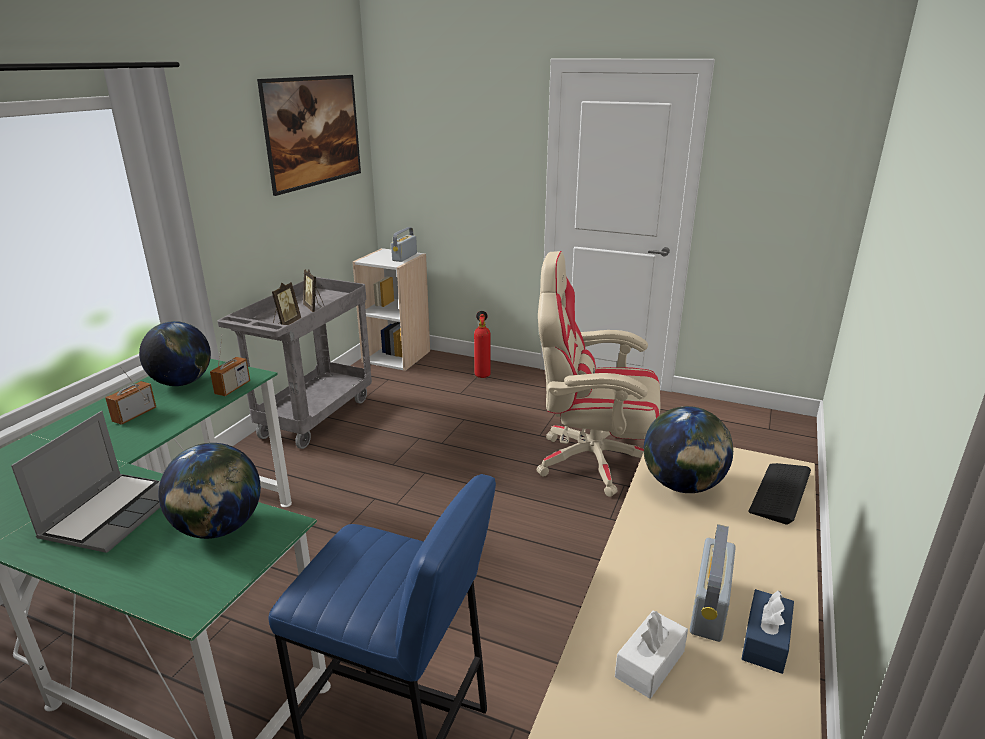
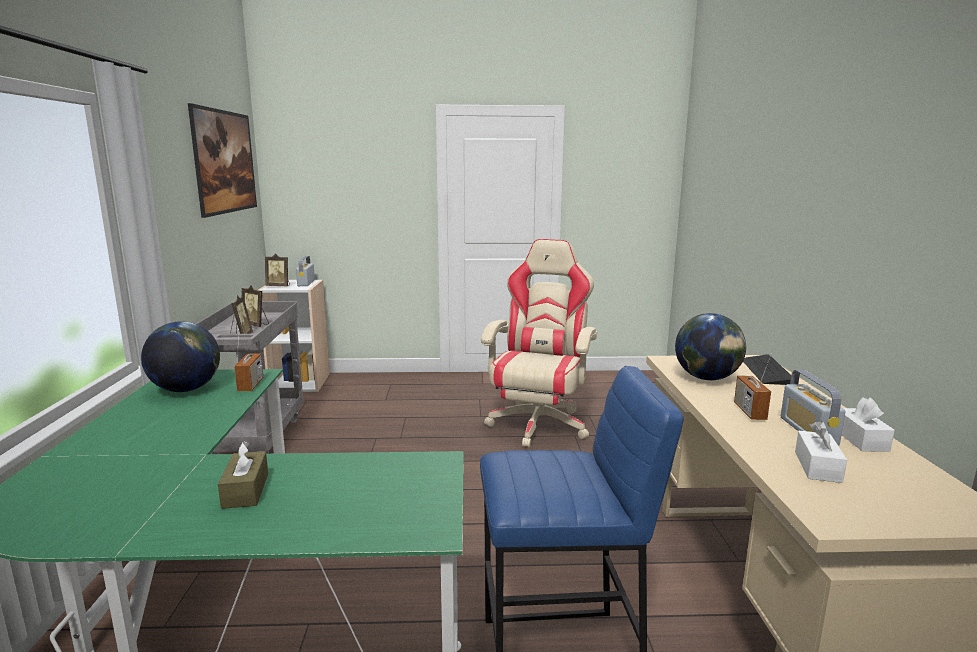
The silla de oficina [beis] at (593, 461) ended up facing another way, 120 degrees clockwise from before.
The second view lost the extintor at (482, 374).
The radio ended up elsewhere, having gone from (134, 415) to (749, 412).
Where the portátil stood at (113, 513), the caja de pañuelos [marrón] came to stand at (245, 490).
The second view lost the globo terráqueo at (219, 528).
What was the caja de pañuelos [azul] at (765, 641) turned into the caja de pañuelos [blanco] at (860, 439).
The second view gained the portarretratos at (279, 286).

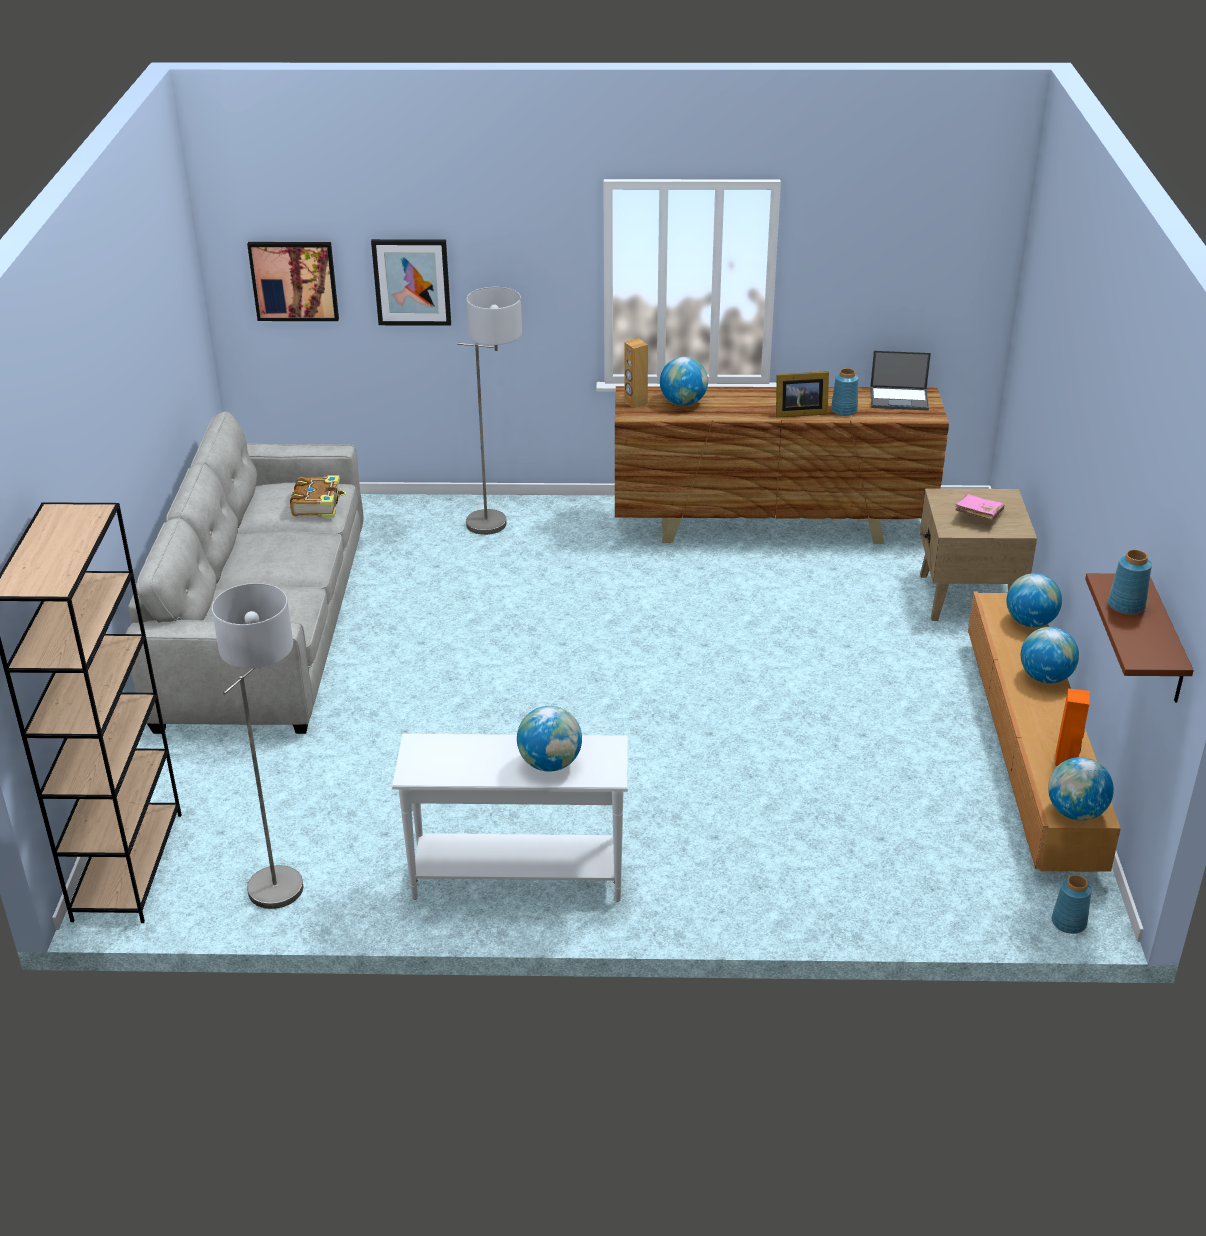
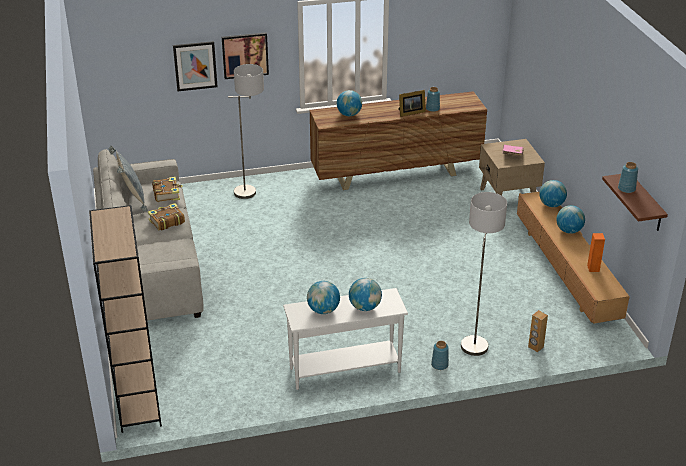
The cuadro ended up elsewhere, having gone from (294, 280) to (245, 55).
The altavoz [marrón] ended up elsewhere, having gone from (635, 402) to (535, 347).
The second view lost the portátil at (899, 399).
The lámpara de pie [gris] ended up elsewhere, having gone from (286, 879) to (475, 341).
The globo terráqueo ended up elsewhere, having gone from (1075, 813) to (323, 310).
The florero [azul] ended up elsewhere, having gone from (1068, 922) to (439, 365).
The second view gained the cojín at (131, 202).
The second view gained the libro at (166, 221).

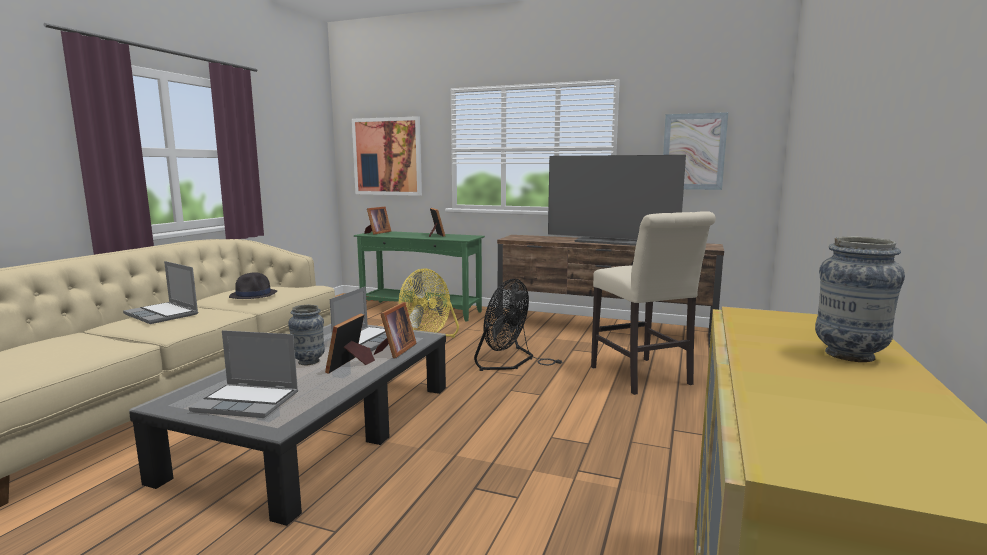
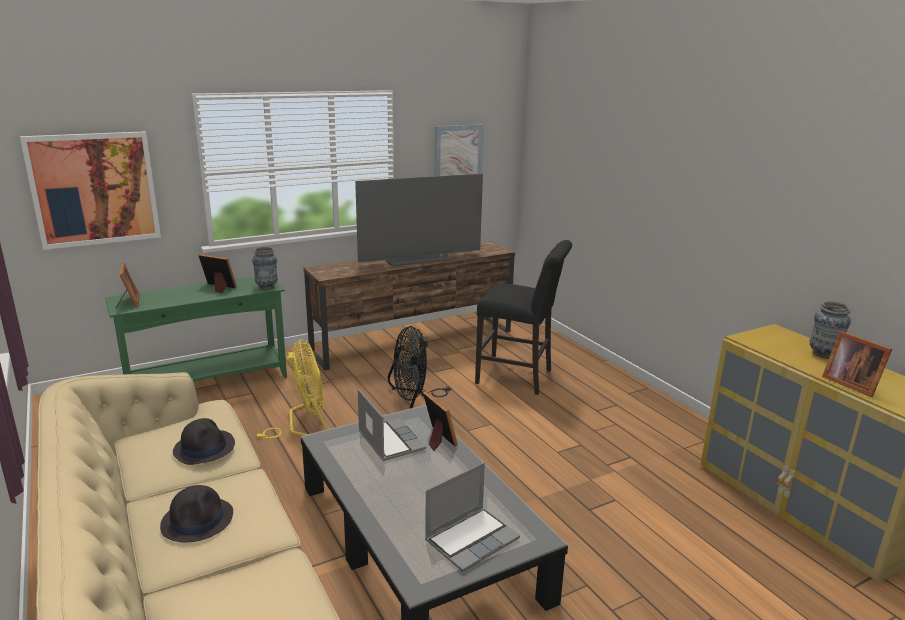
What was the taburete [beis] at (643, 378) turned into the taburete [negro] at (518, 378).
Where the portátil stood at (163, 314), the sombrero [negro] came to stand at (198, 520).
The florero ended up elsewhere, having gone from (309, 362) to (267, 287).
The portarretratos ended up elsewhere, having gone from (351, 365) to (850, 383).

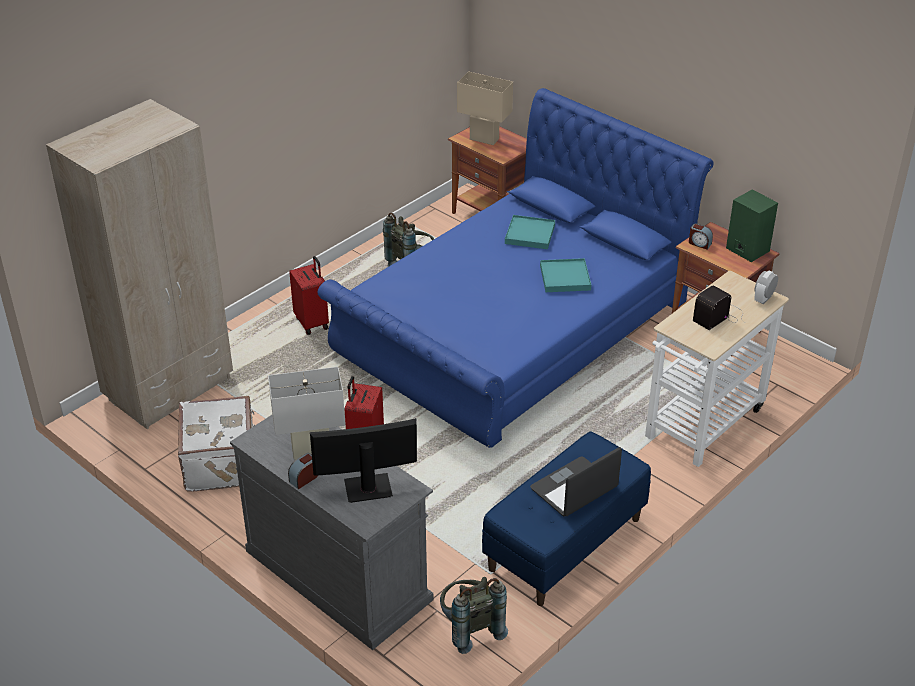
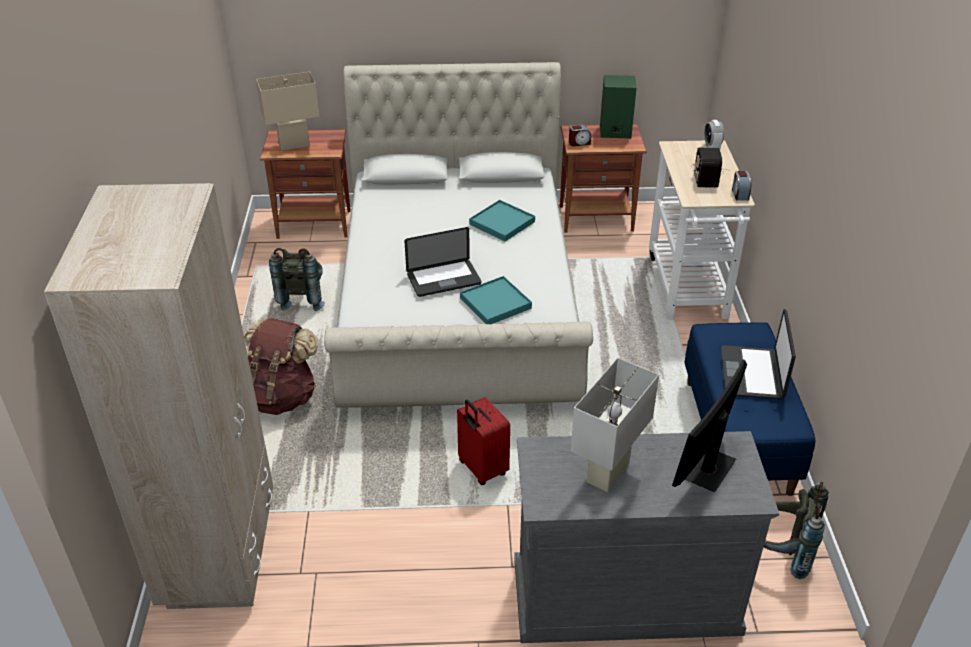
What was the cama [azul] at (513, 326) turned into the cama [beis] at (457, 298).
The bandeja [turquesa] ended up elsewhere, having gone from (530, 234) to (495, 303).
Where the maleta [rojo] stood at (312, 322), the mochila [marrón] came to stand at (280, 397).
The second view lost the maleta [blanco] at (222, 462).
The despertador ended up elsewhere, having gone from (304, 478) to (740, 194).
The second view gained the portátil at (444, 279).

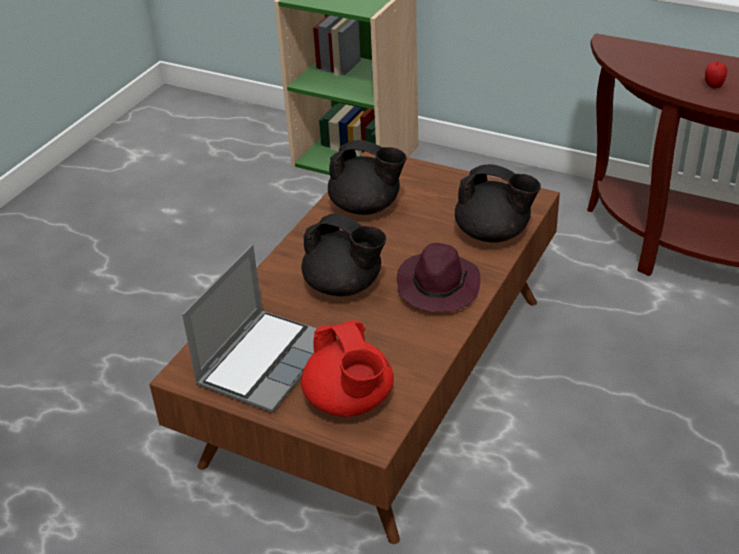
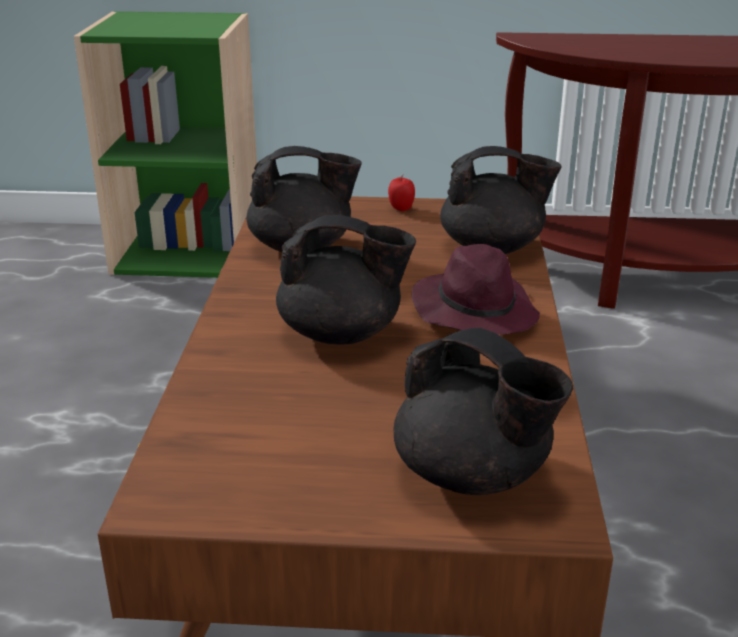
The manzana ended up elsewhere, having gone from (713, 86) to (401, 209).
The second view lost the portátil at (265, 361).
What was the tetera [rojo] at (349, 401) turned into the tetera [negro] at (473, 475).

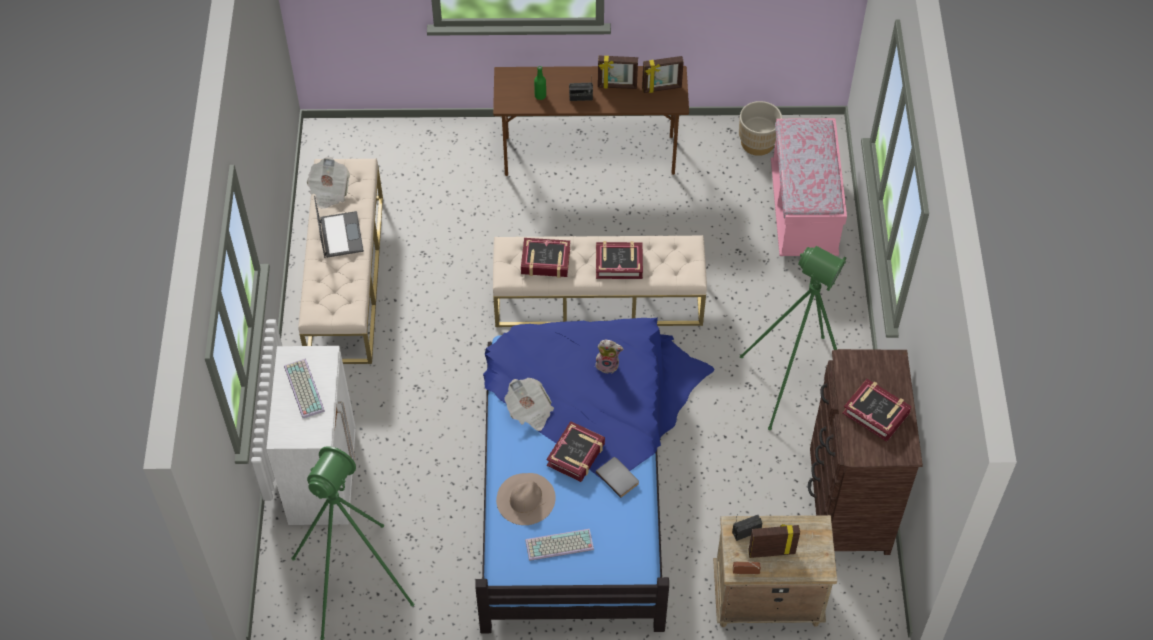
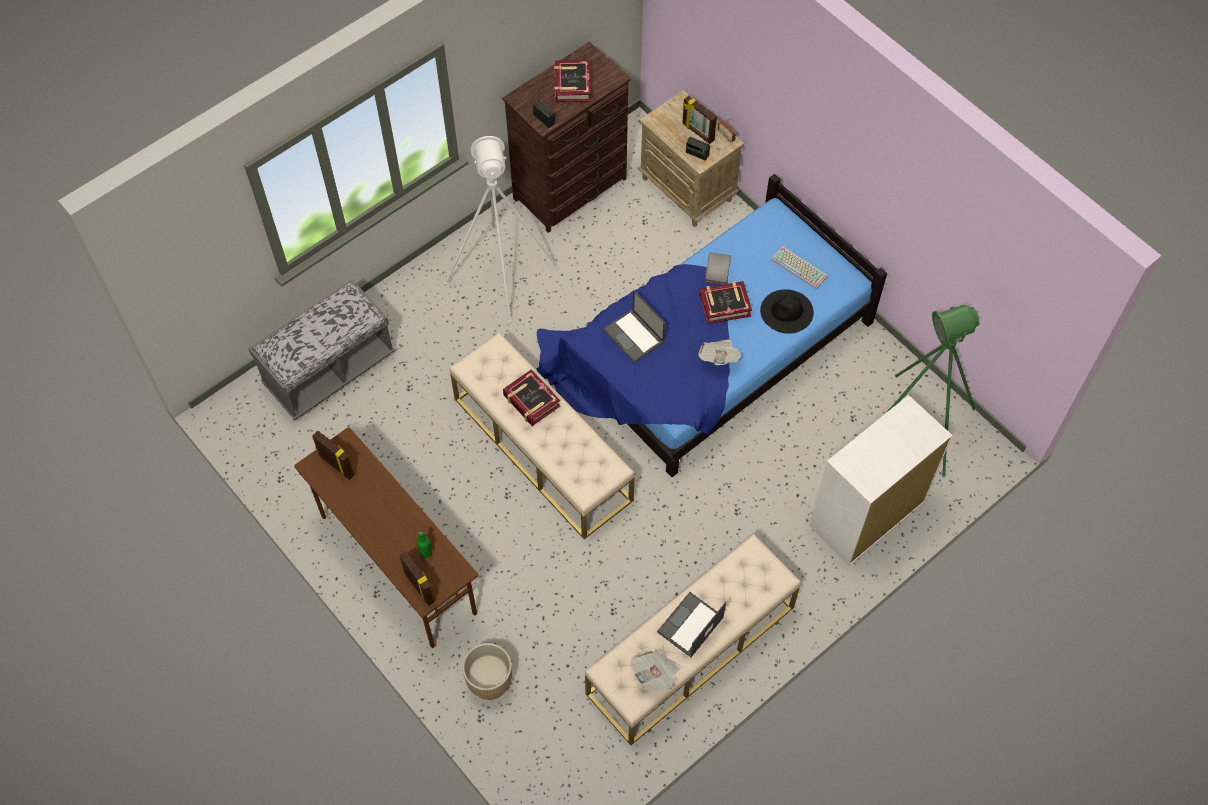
The portarretratos ended up elsewhere, having gone from (617, 86) to (420, 587).
The radio ended up elsewhere, having gone from (581, 97) to (544, 119).
The maceta [beis] ended up elsewhere, having gone from (757, 143) to (489, 681).
What was the banco [rosa] at (803, 211) turned into the banco [gris] at (329, 370).
The second view lost the libro at (545, 261).
What was the lámpara de pie [verde] at (797, 383) turned into the lámpara de pie [blanco] at (501, 274).
Where the peluche stood at (608, 365), the portátil came to stand at (634, 336).
The second view lost the teclado at (302, 388).
What was the sombrero [beis] at (525, 498) turned into the sombrero [negro] at (786, 311).

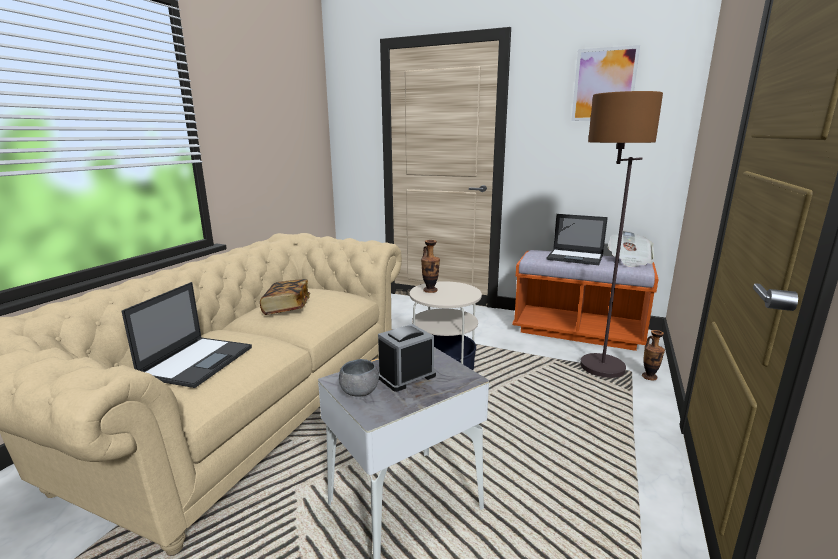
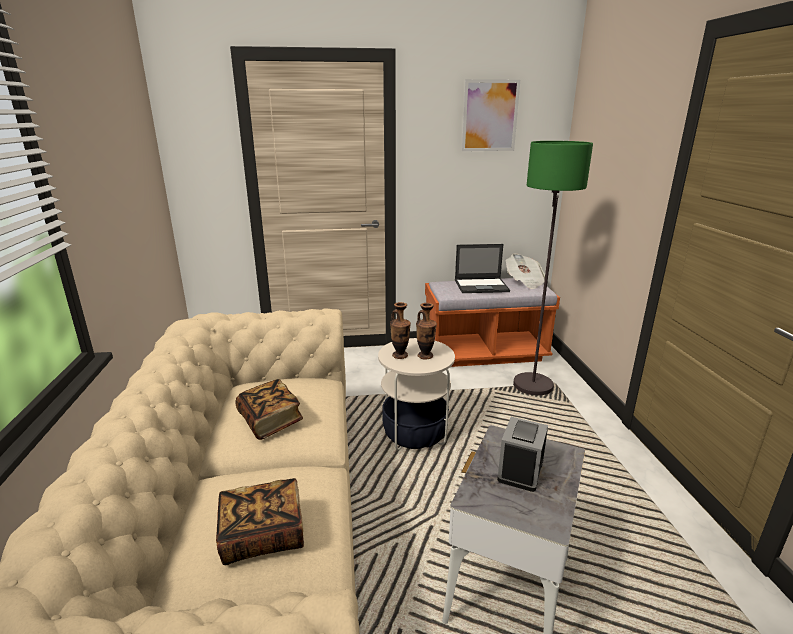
What was the lámpara de pie [marrón] at (595, 372) turned into the lámpara de pie [verde] at (531, 392).
Where the portátil stood at (198, 361), the libro came to stand at (263, 535).
The florero ended up elsewhere, having gone from (649, 377) to (425, 356).
The second view lost the cuenco [gris] at (359, 392).

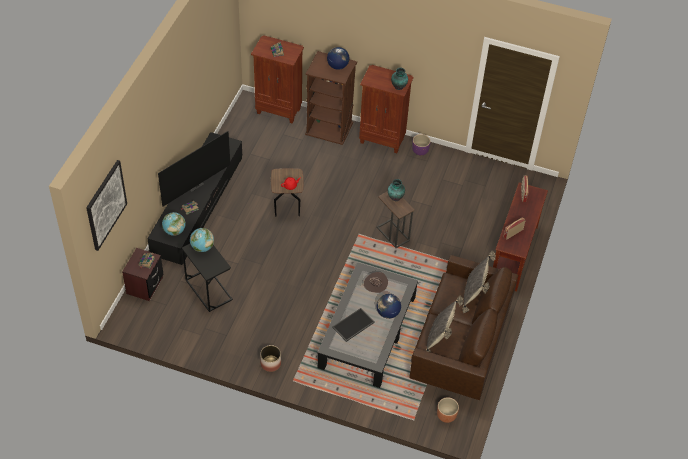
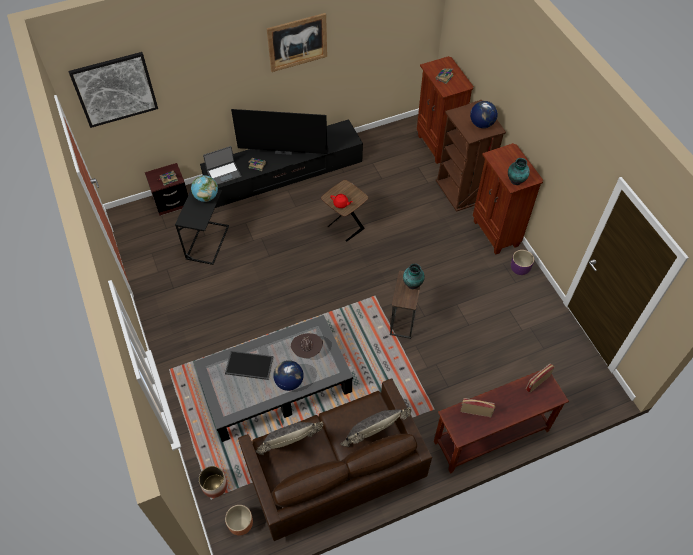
Where the globo terráqueo stood at (174, 231), the portátil came to stand at (224, 173).
The maceta ended up elsewhere, having gone from (270, 363) to (214, 485).
The second view gained the cuadro at (297, 42).

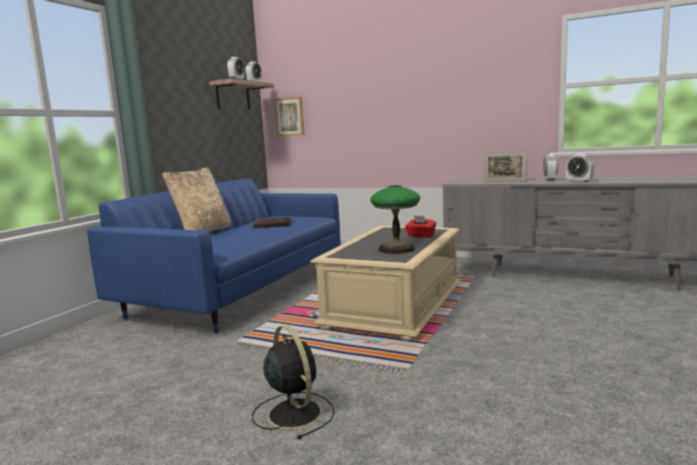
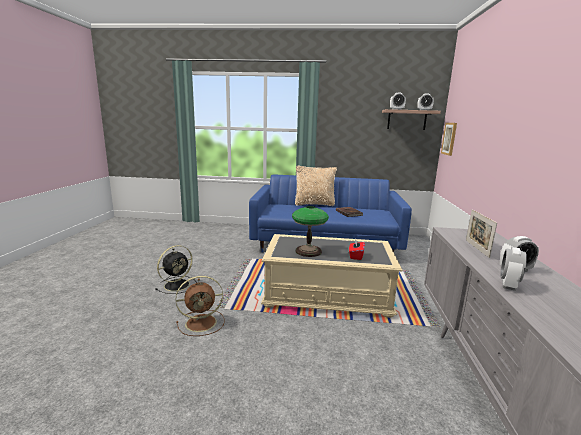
The second view gained the ventilador [marrón] at (202, 322).

